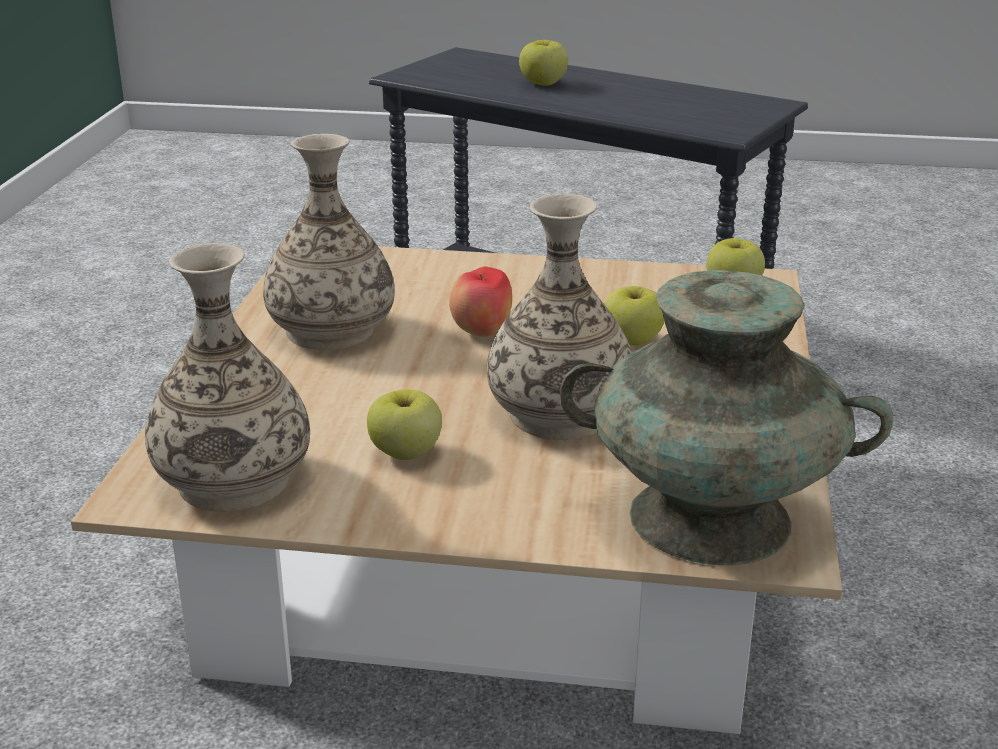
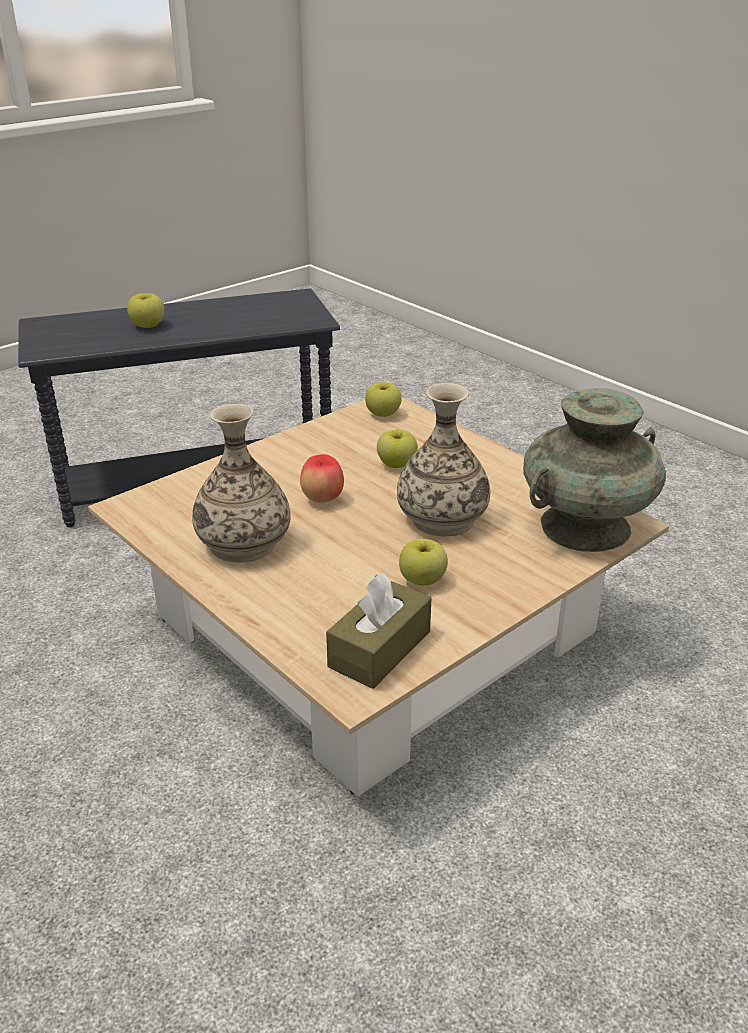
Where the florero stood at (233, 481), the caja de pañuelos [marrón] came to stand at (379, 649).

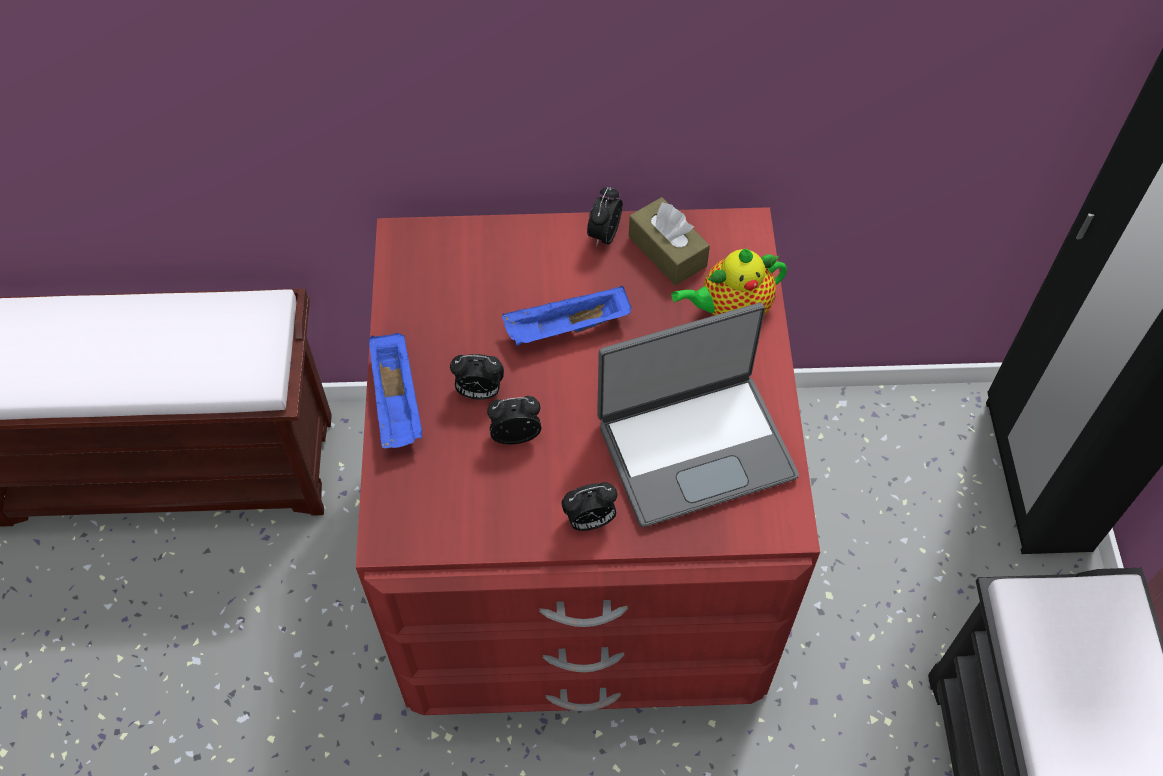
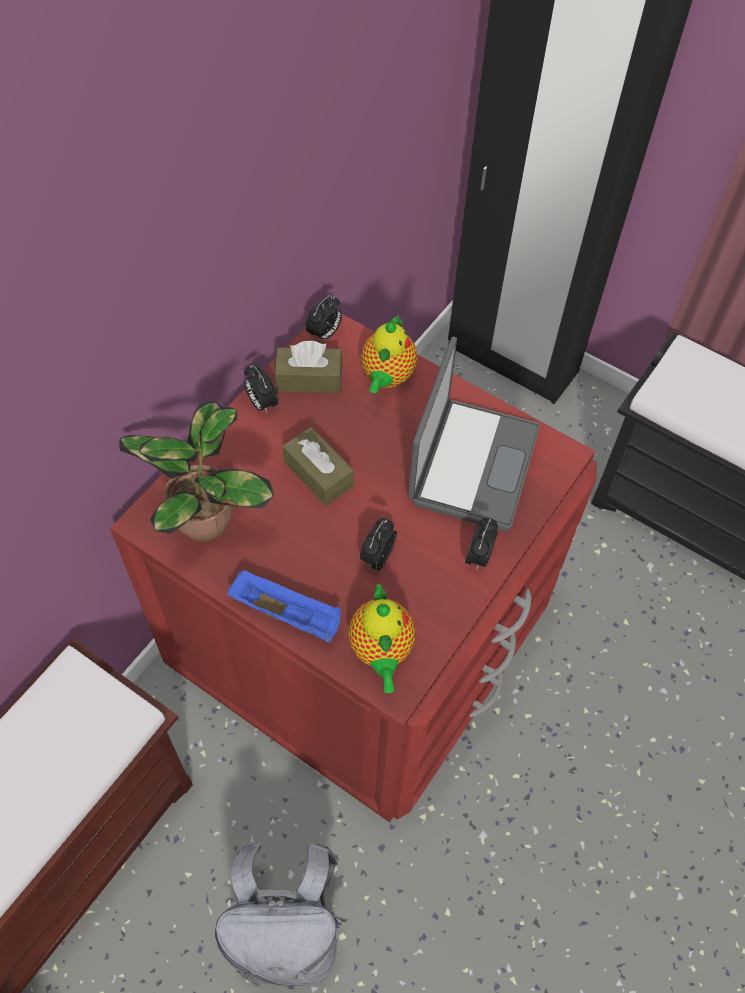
Where the bandeja [azul] stood at (566, 329), the caja de pañuelos [marrón] came to stand at (318, 474).
The despertador ended up elsewhere, having gone from (479, 392) to (324, 334).
The second view gained the planta en maceta at (207, 519).
The second view gained the tetera at (381, 651).
The second view gained the mochila [gris] at (287, 932).

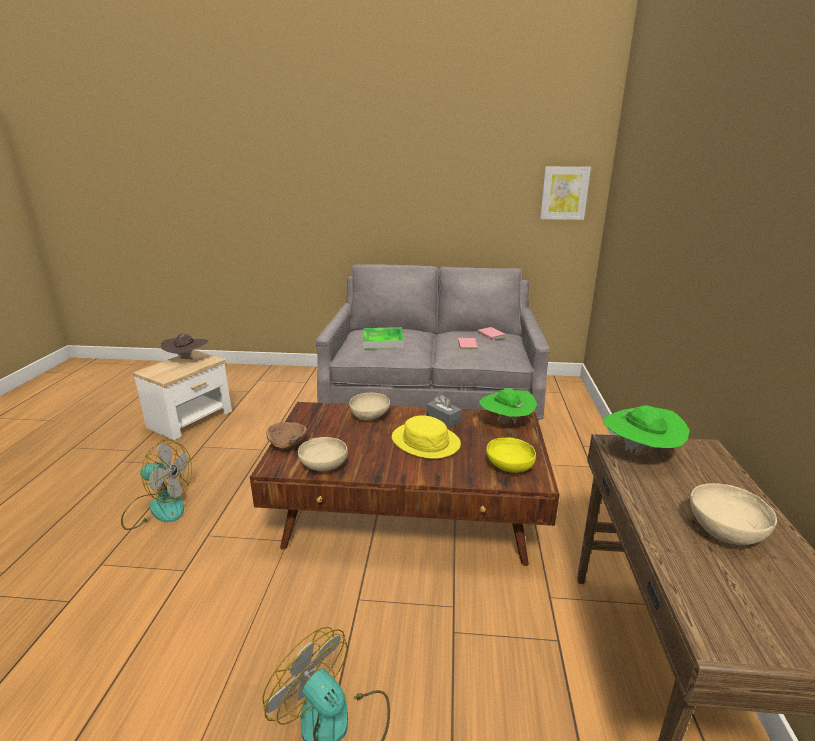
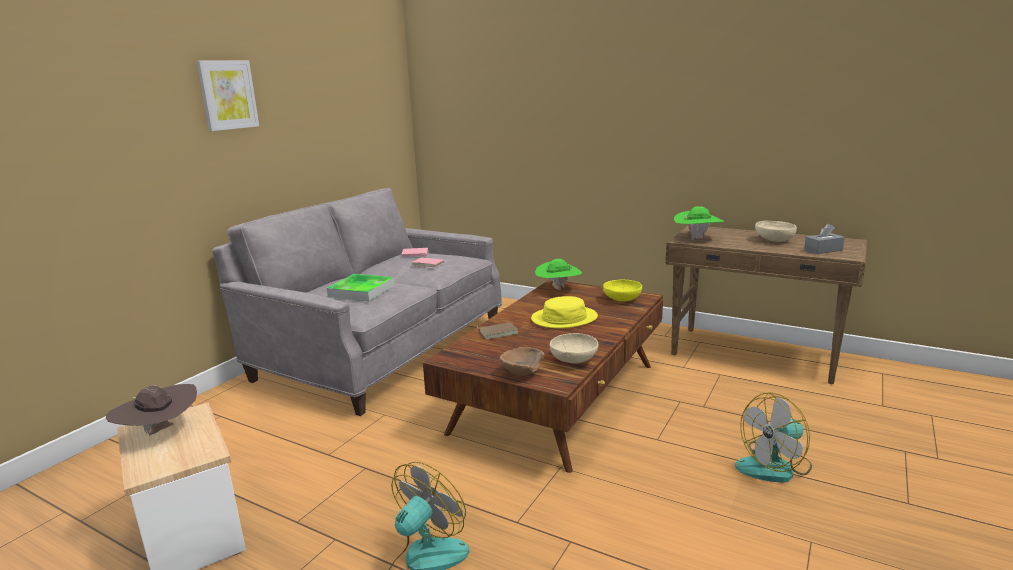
The cuadro ended up elsewhere, having gone from (564, 193) to (227, 95).
Where the cuenco [beis] stood at (370, 416), the libro [marrón] came to stand at (498, 332).
The caja de pañuelos [gris] ended up elsewhere, having gone from (443, 419) to (823, 250).

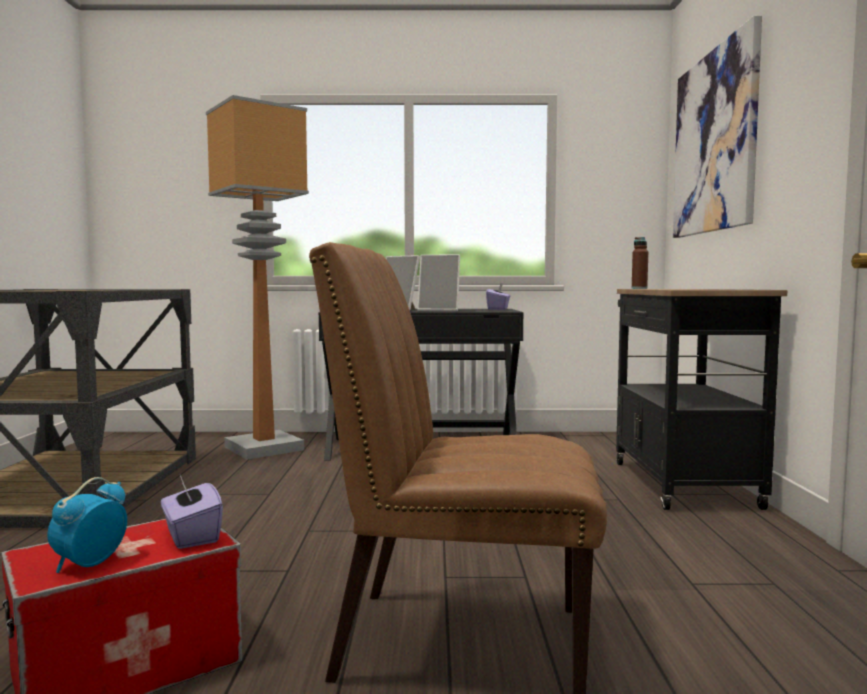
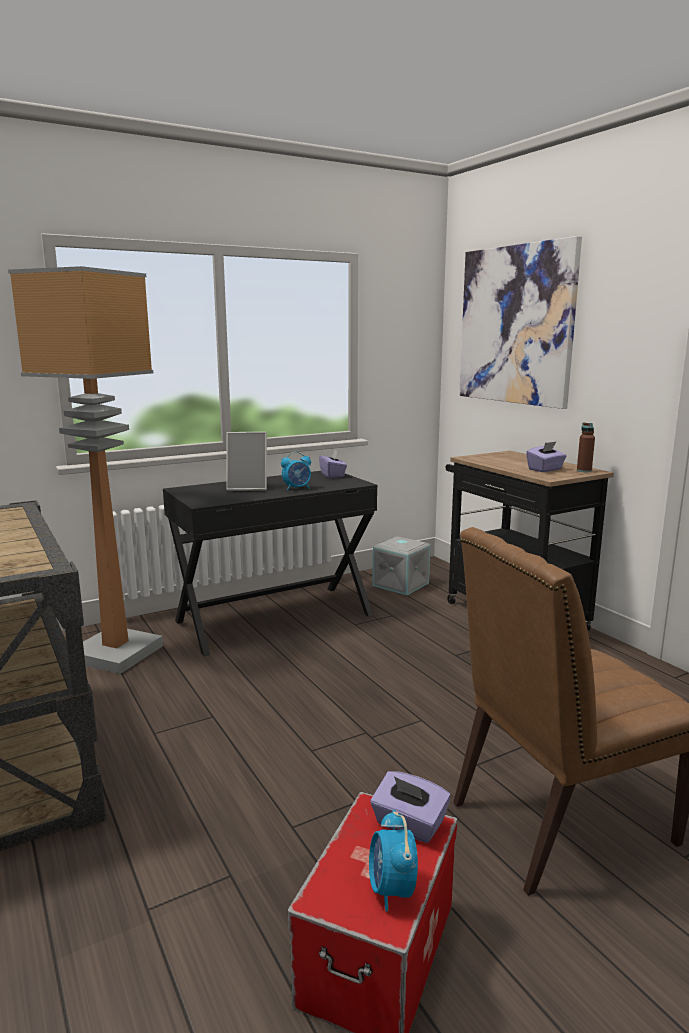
The botella [marrón] ended up elsewhere, having gone from (639, 288) to (584, 471).
Where the portarretratos stood at (439, 310), the despertador came to stand at (297, 488).
The second view gained the caja de pañuelos [morado] at (545, 469).
The second view gained the caja de almacenaje [gris] at (401, 584).

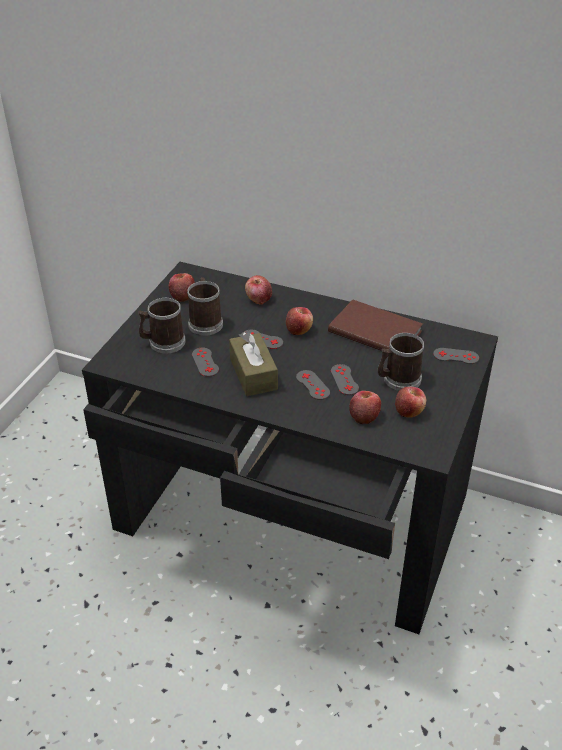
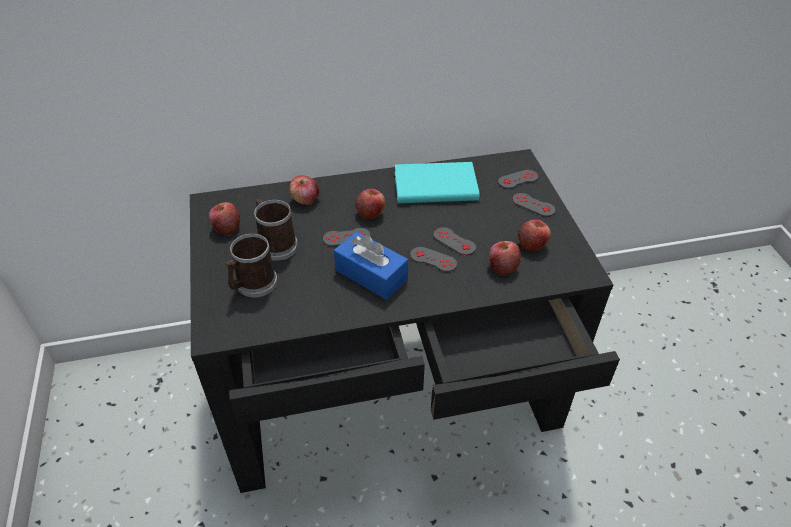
What was the libro [marrón] at (375, 330) turned into the libro [turquesa] at (434, 185).
What was the caja de pañuelos [marrón] at (253, 374) turned into the caja de pañuelos [azul] at (371, 274).
The second view lost the taza grande at (398, 379).
The mando de consola [gris] ended up elsewhere, having gone from (205, 362) to (533, 205).

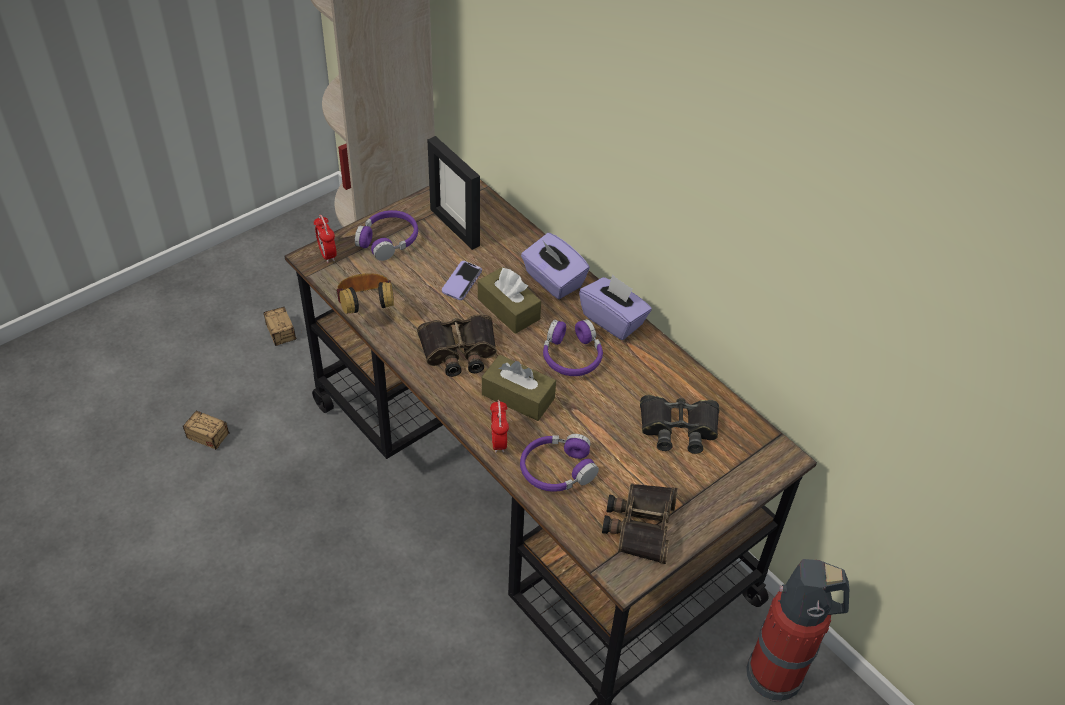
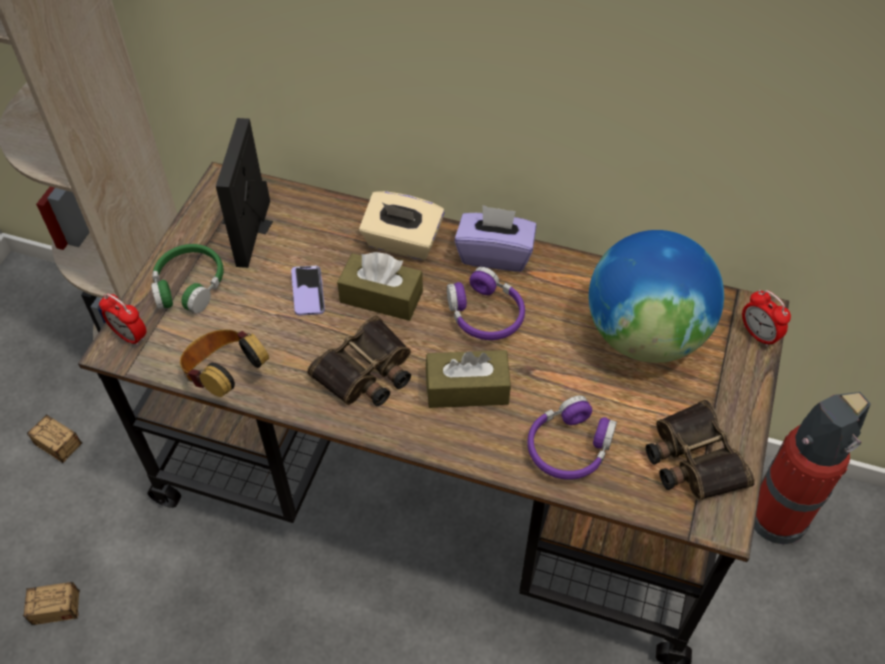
The portarretratos at (456, 227) ended up facing another way, 75 degrees clockwise from before.
What was the auriculares [morado] at (388, 240) turned into the auriculares [verde] at (189, 285).
What was the caja de pañuelos [morado] at (553, 280) turned into the caja de pañuelos [beis] at (402, 242).
Where the prismáticos [negro] stood at (678, 427), the globo terráqueo came to stand at (645, 335).
The despertador ended up elsewhere, having gone from (498, 441) to (758, 335).

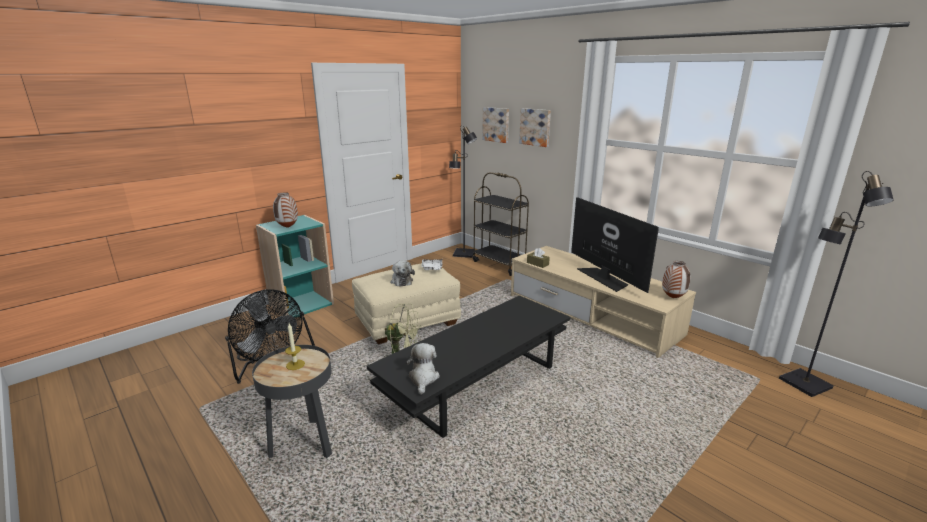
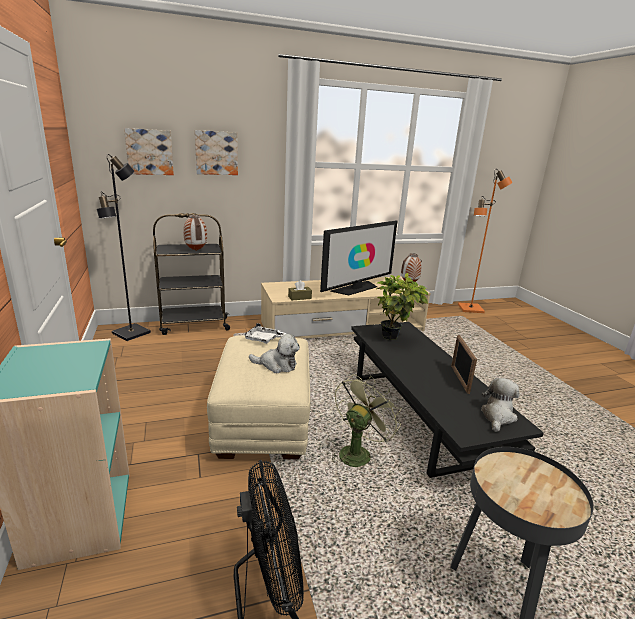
What was the lámpara de pie [negro] at (805, 383) turned into the lámpara de pie [naranja] at (470, 308).
The florero ended up elsewhere, having gone from (288, 227) to (195, 250).
The televisor at (603, 278) ended up facing another way, 135 degrees clockwise from before.
The second view lost the vela at (295, 365).
The peluche at (423, 378) ended up facing another way, 90 degrees clockwise from before.
The second view gained the planta en maceta at (394, 338).
The second view gained the portarretratos at (459, 379).

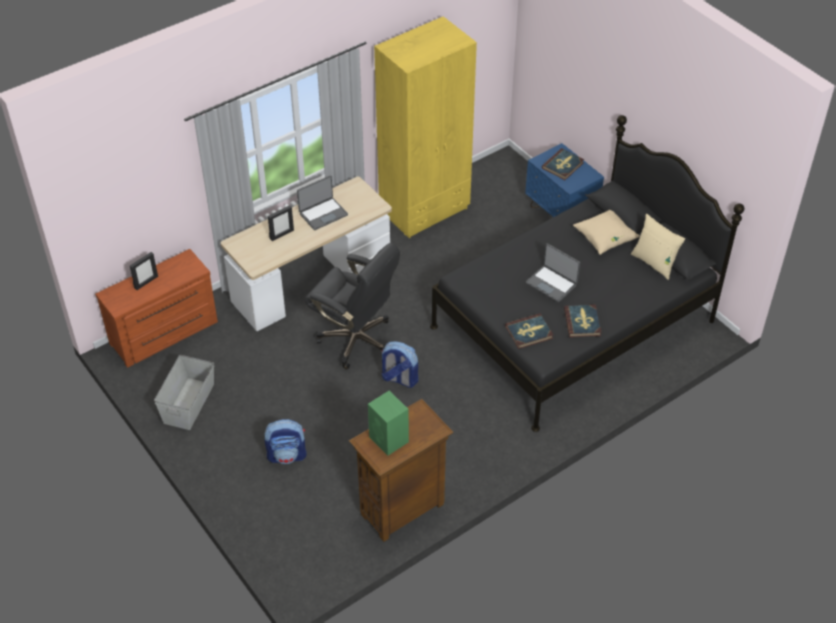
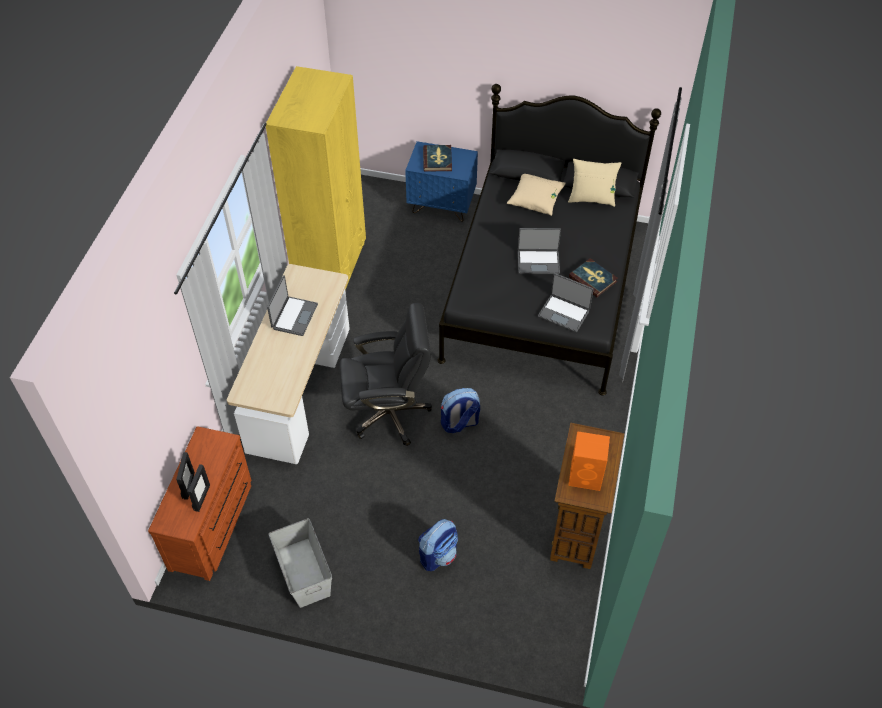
The portarretratos ended up elsewhere, having gone from (281, 234) to (202, 497).
Where the libro stood at (529, 332), the portátil came to stand at (564, 313).
What was the altavoz [verde] at (389, 440) turned into the altavoz [naranja] at (586, 476).

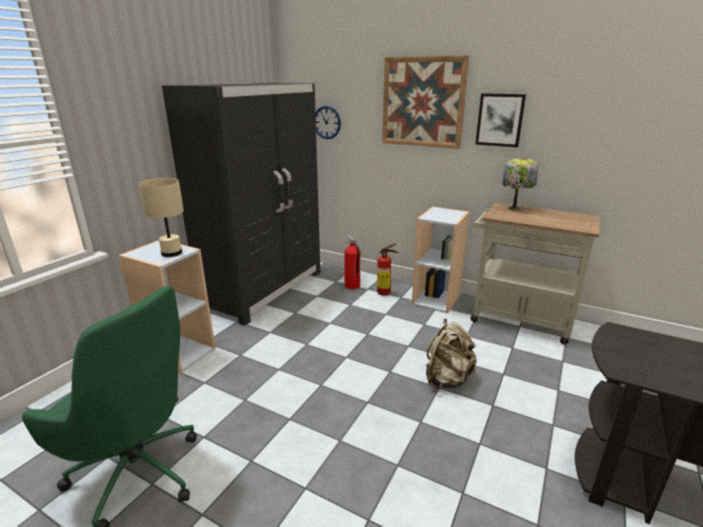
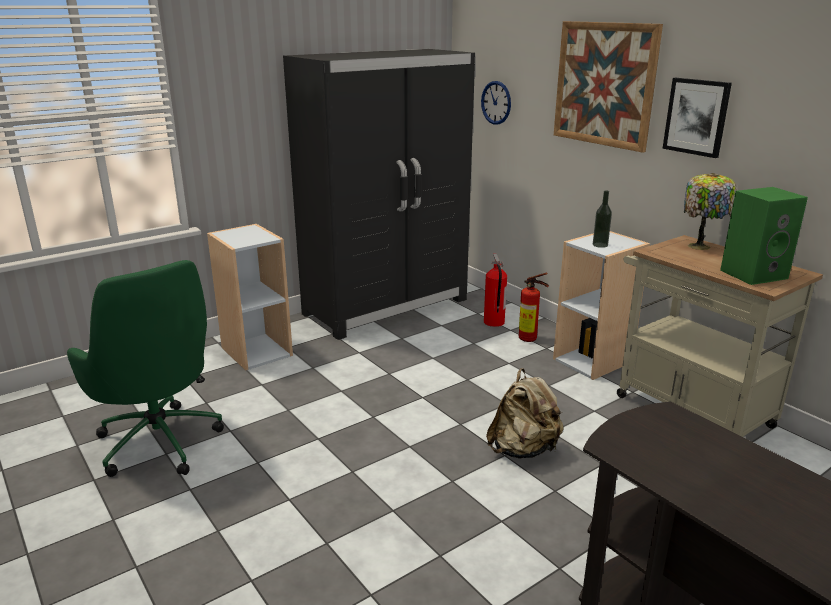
The second view lost the lámpara de mesa [beis] at (172, 253).
The second view gained the altavoz [verde] at (753, 274).
The second view gained the botella at (600, 245).

